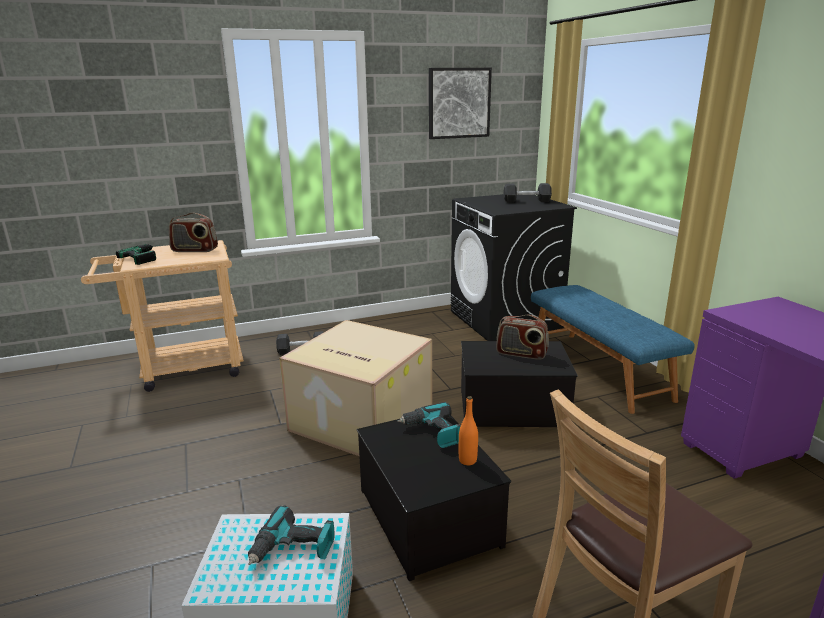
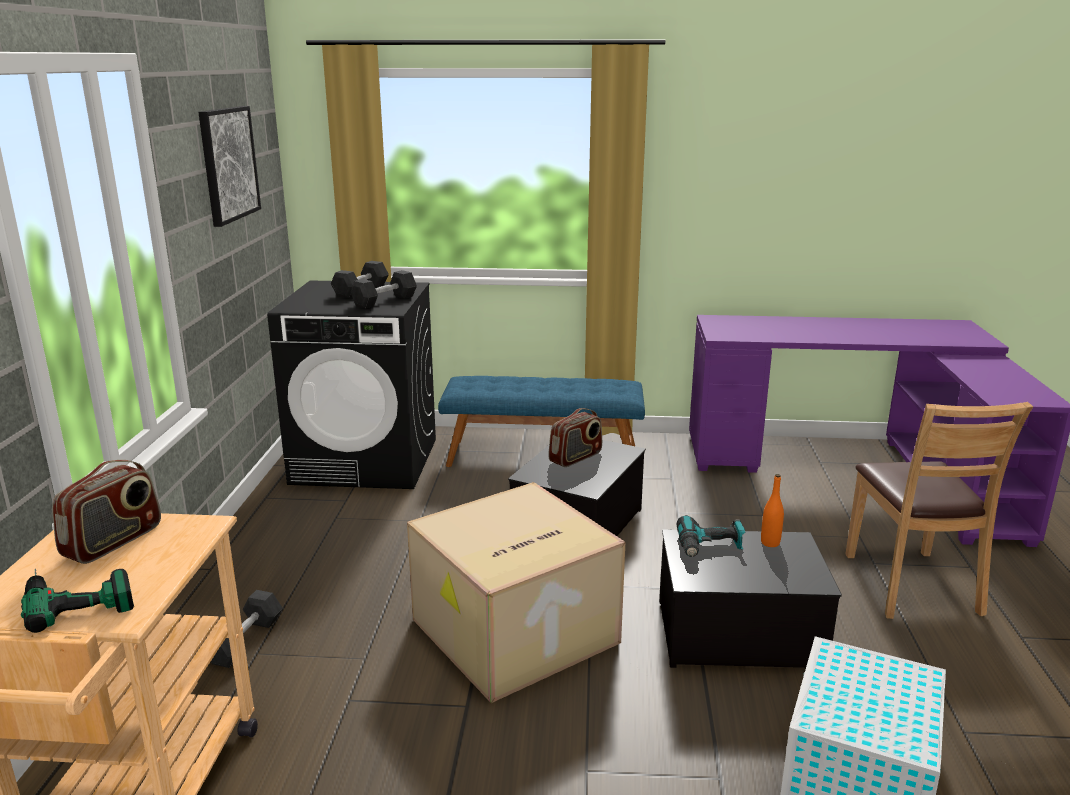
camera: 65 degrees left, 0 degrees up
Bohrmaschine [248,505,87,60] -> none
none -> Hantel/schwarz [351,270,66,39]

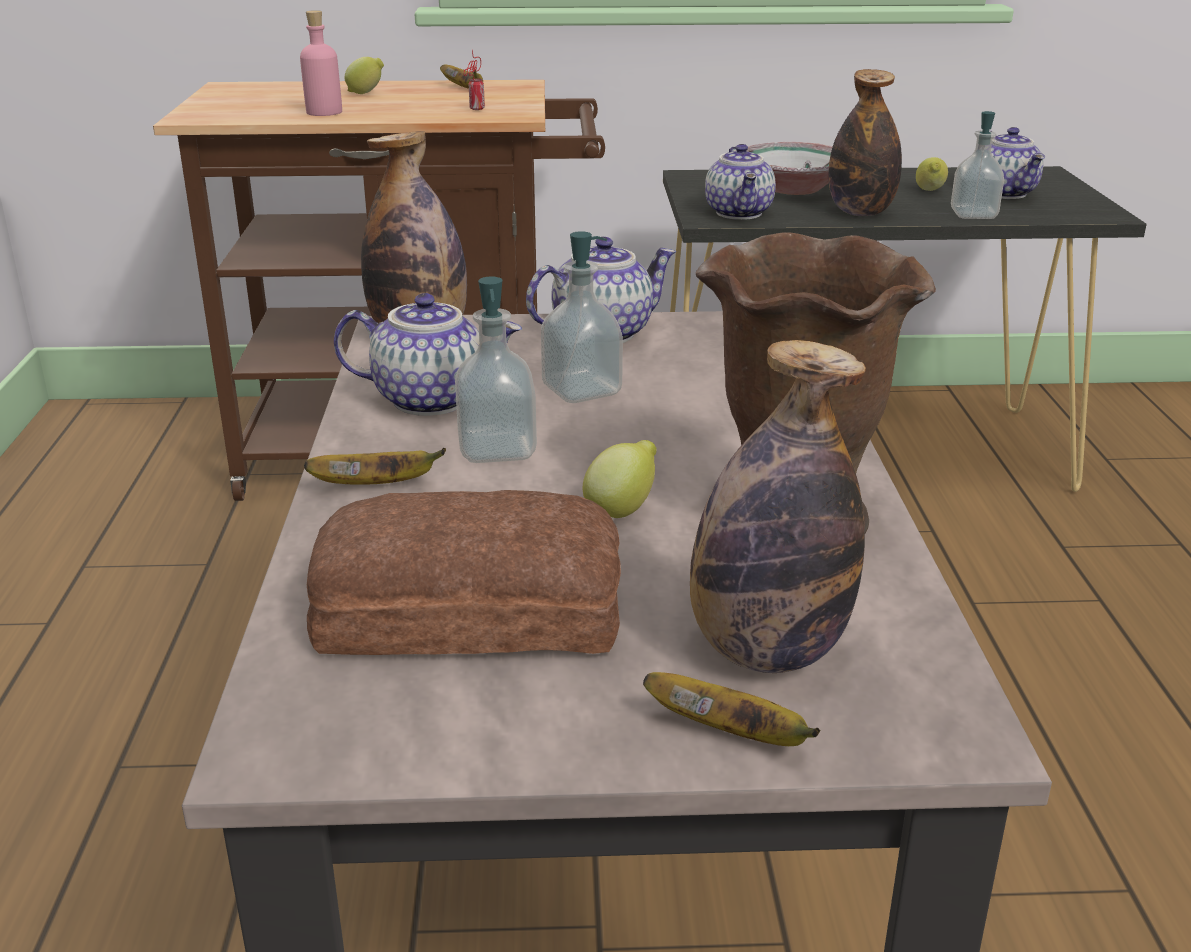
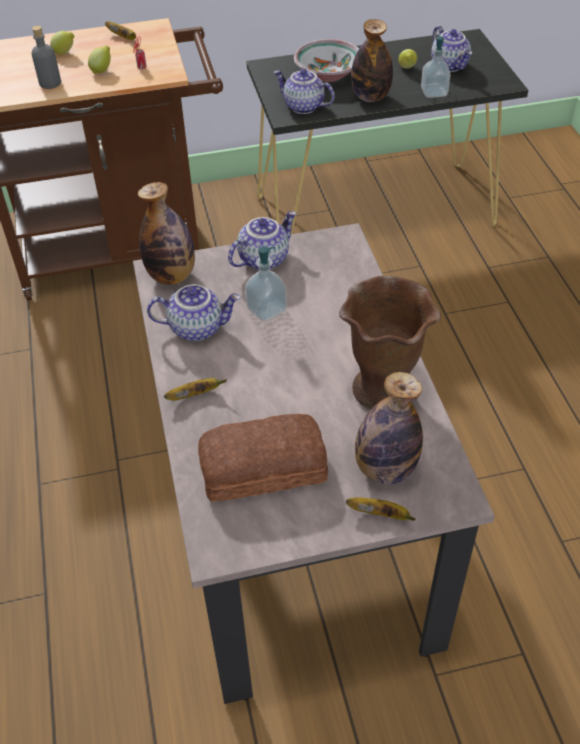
camera: 10 degrees left, 20 degrees up
Flasche/rosa [300,10,42,106] -> Flasche/grau [32,26,29,63]
Teekanne [705,144,71,76] -> Teekanne [274,69,61,45], 135 degrees clockwise
Seifenspender [455,277,82,186] -> none
Zitrone [583,440,74,78] -> Zitrone [88,46,23,28], move

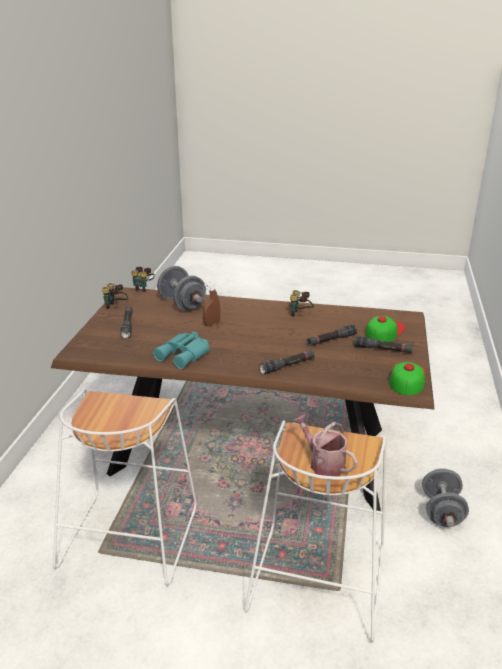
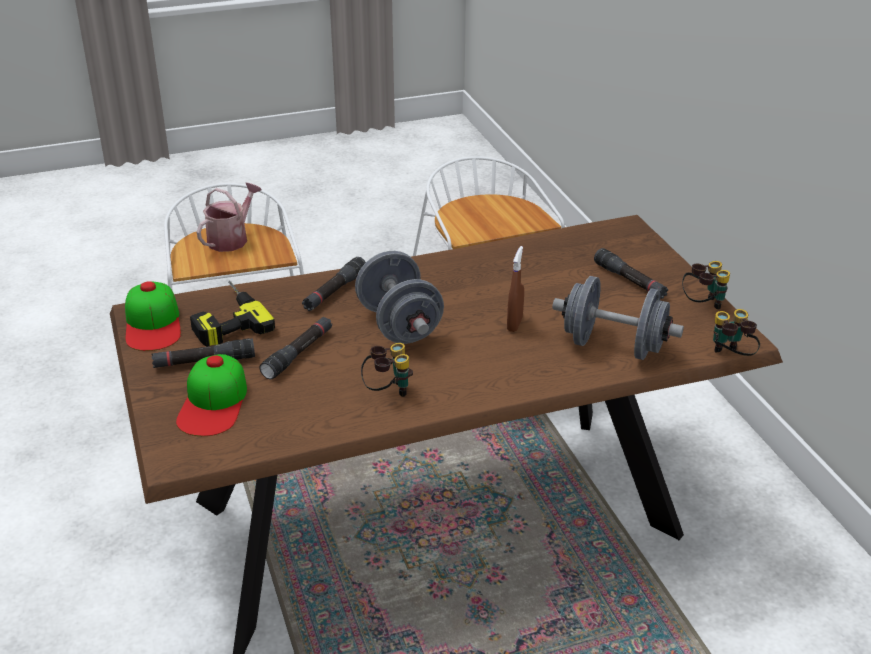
camera: 150 degrees right, 5 degrees up
Fernglas/türkis [153,332,57,37] -> none
Gießkanne [292,414,66,62] -> Gießkanne [197,182,65,70], 75 degrees counterclockwise
Hantel/grau [422,468,47,59] -> Hantel/grau [355,251,89,93], move
none -> Bohrmaschine [190,281,85,66]

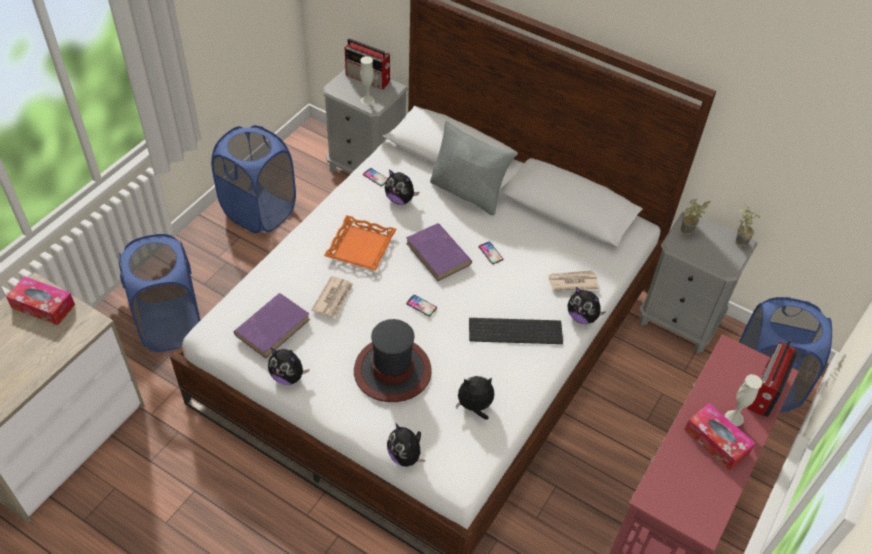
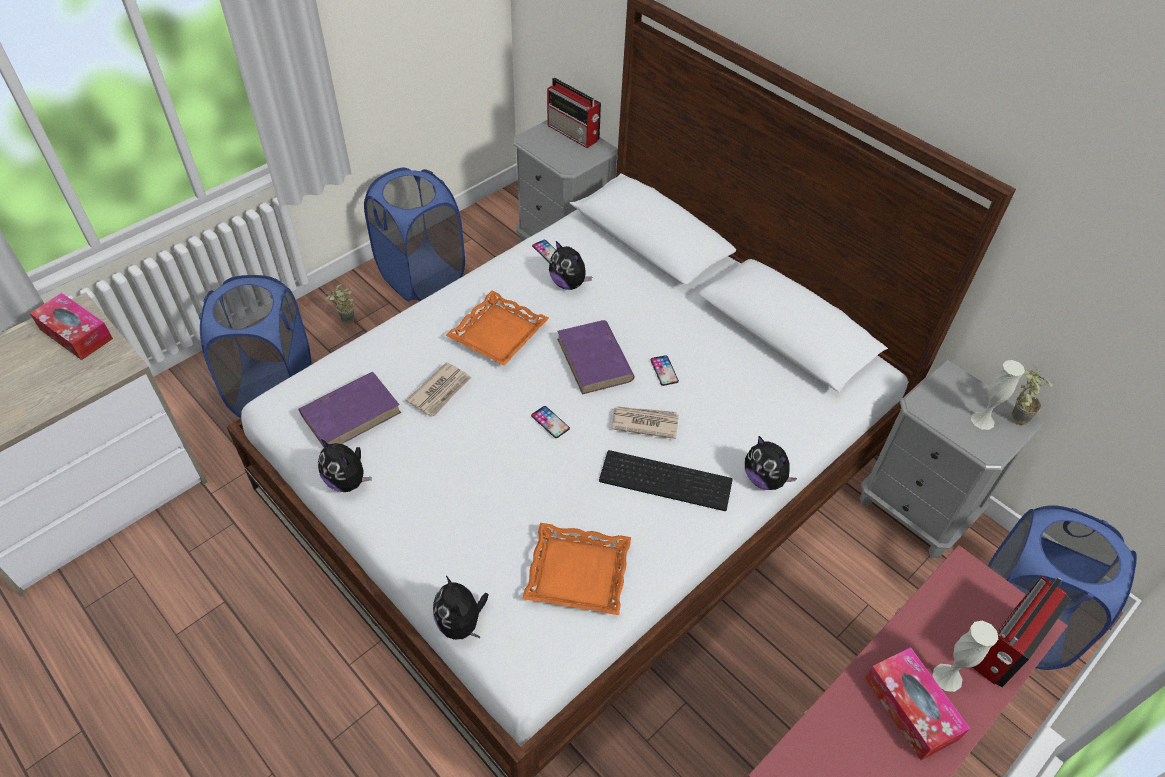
camera: 15 degrees right, 0 degrees up
Vase/weiß [360,56,15,49] -> Vase/weiß [971,360,54,70], move
Kissen/grau [430,121,86,94] -> none
Topfpflanze [681,199,30,36] -> Topfpflanze [324,284,30,40], move
Zeitung [548,270,51,21] -> Zeitung [612,406,67,33], move
Hut [354,319,78,83] -> none
Plüschtier [456,376,38,44] -> Tablett/orange [522,523,109,92]

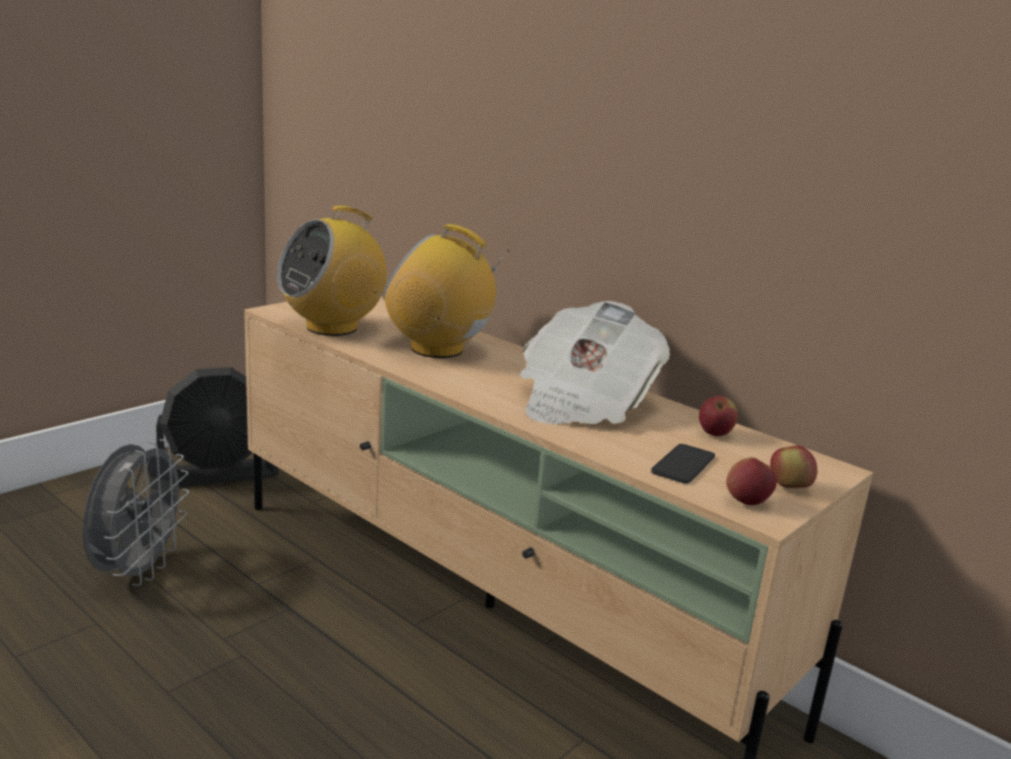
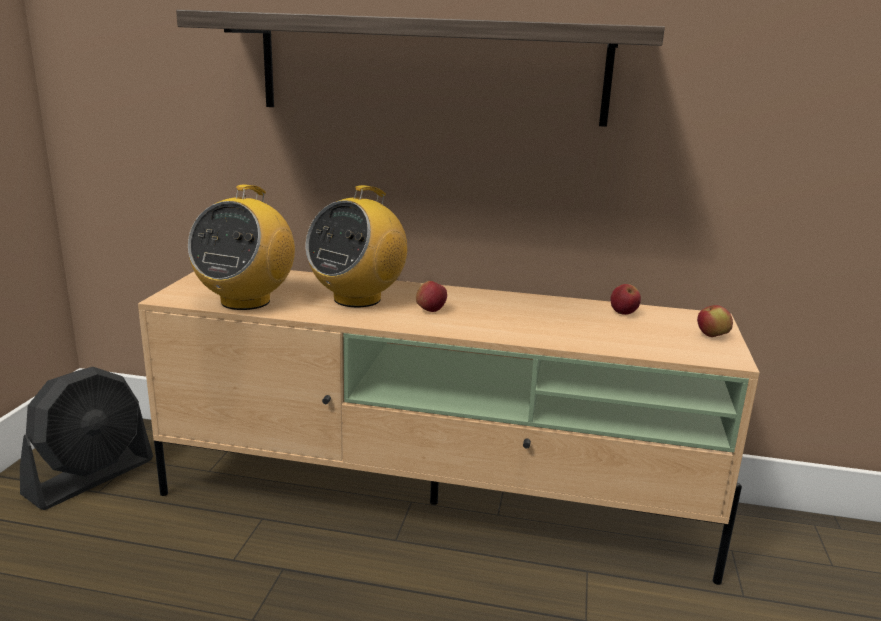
camera: 30 degrees left, 0 degrees up
Radio [383,224,127,134] -> Radio [305,185,102,122], 45 degrees counterclockwise
Zeitung [520,301,150,123] -> none
Ventilator/grau [83,439,107,147] -> none
Handy [651,444,64,40] -> none
Apfel [726,457,51,48] -> Apfel [416,281,31,31], move
none -> Wandregal [176,9,489,118]

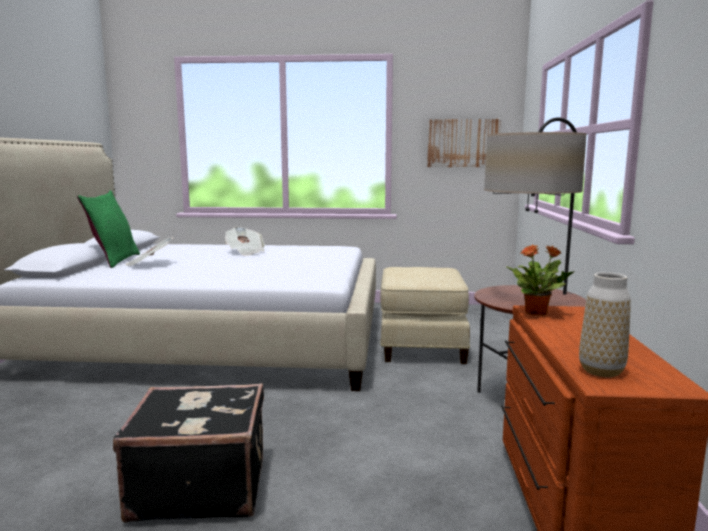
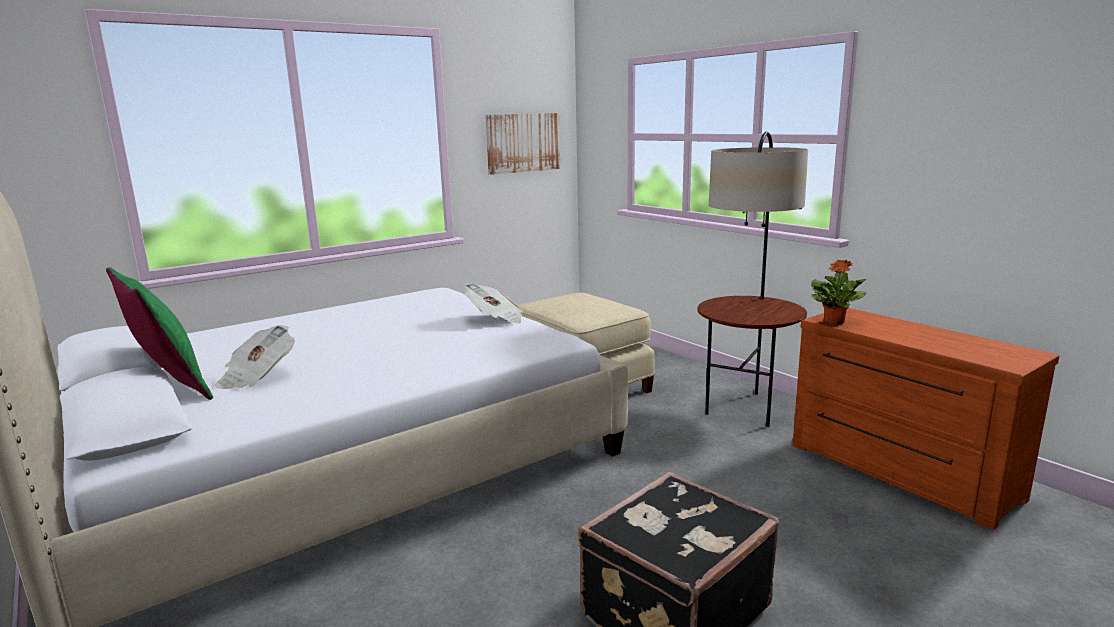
camera: 40 degrees left, 5 degrees up
Zeitung [225,227,40,29] -> Zeitung [465,283,58,41], move
Vase [579,272,52,105] -> none

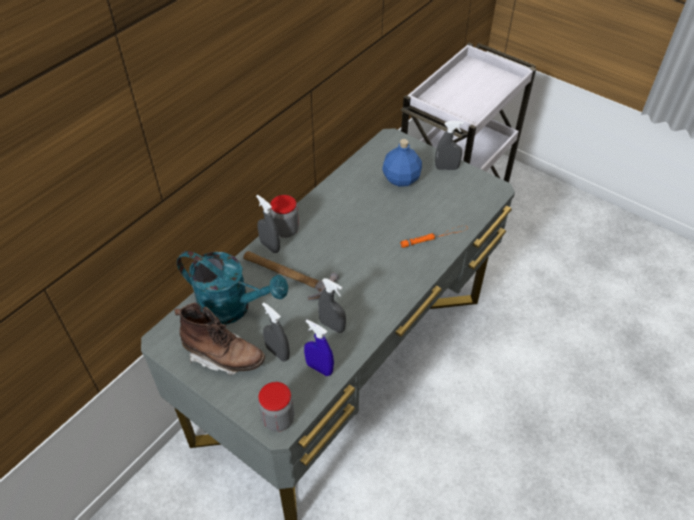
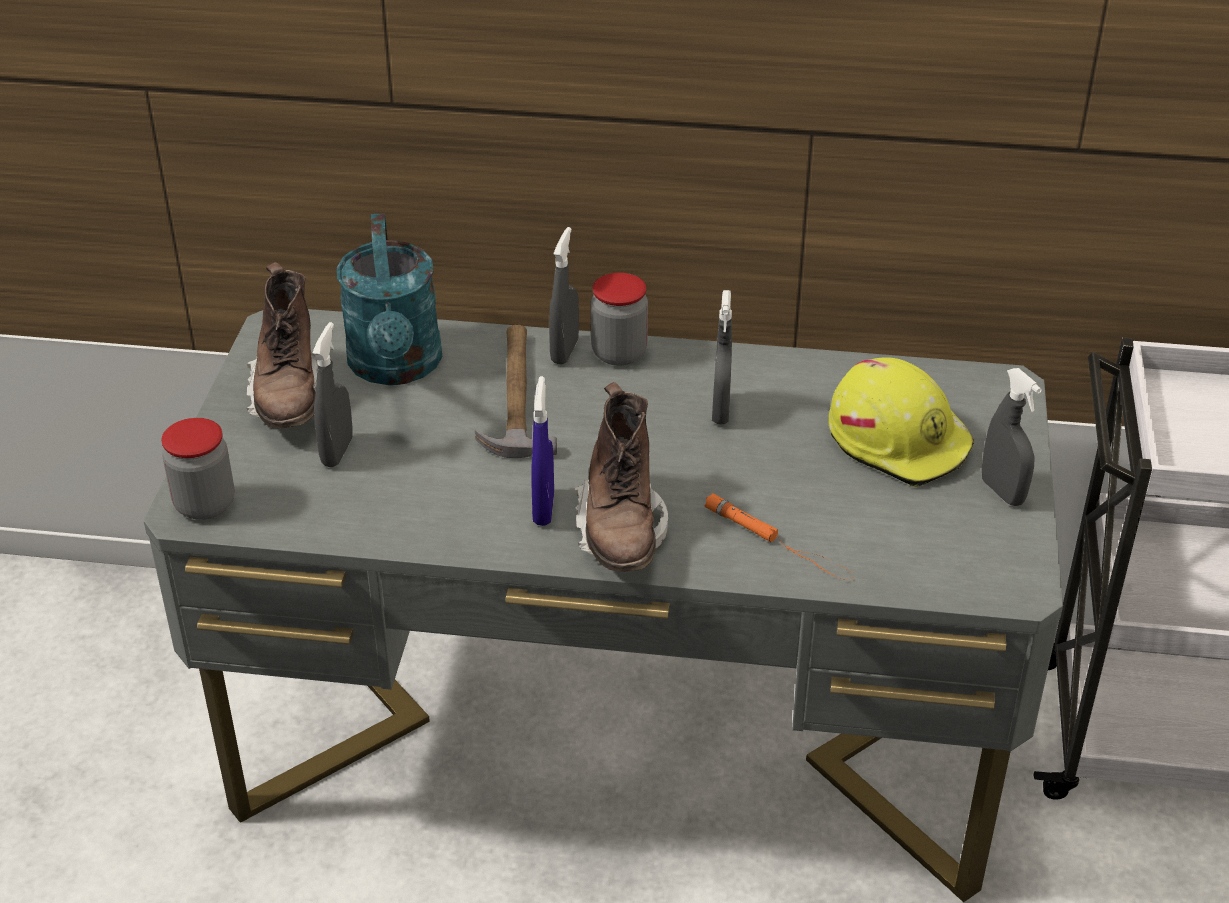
camera: 60 degrees right, 10 degrees down
Flasche/blau [382,139,40,48] -> Schutzhelm/gelb [829,358,145,129]
Sprühflasche/grau [318,278,28,55] -> Sprühflasche/grau [712,290,20,134], move
Sprühflasche/blau [304,319,30,57] -> Sprühflasche/blau [531,376,23,150], move
none -> Stiefel/braun [574,382,94,190]

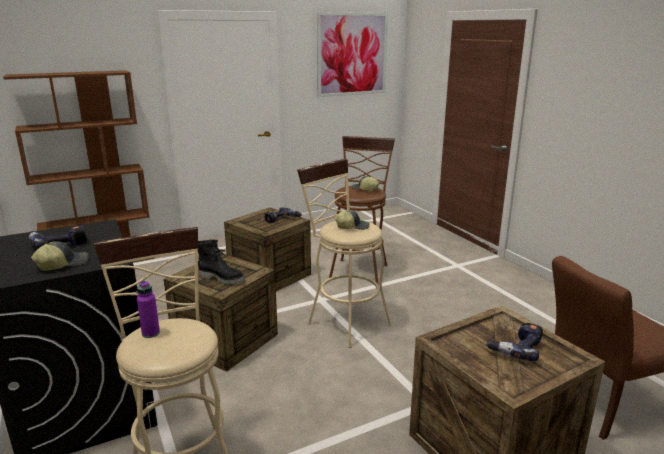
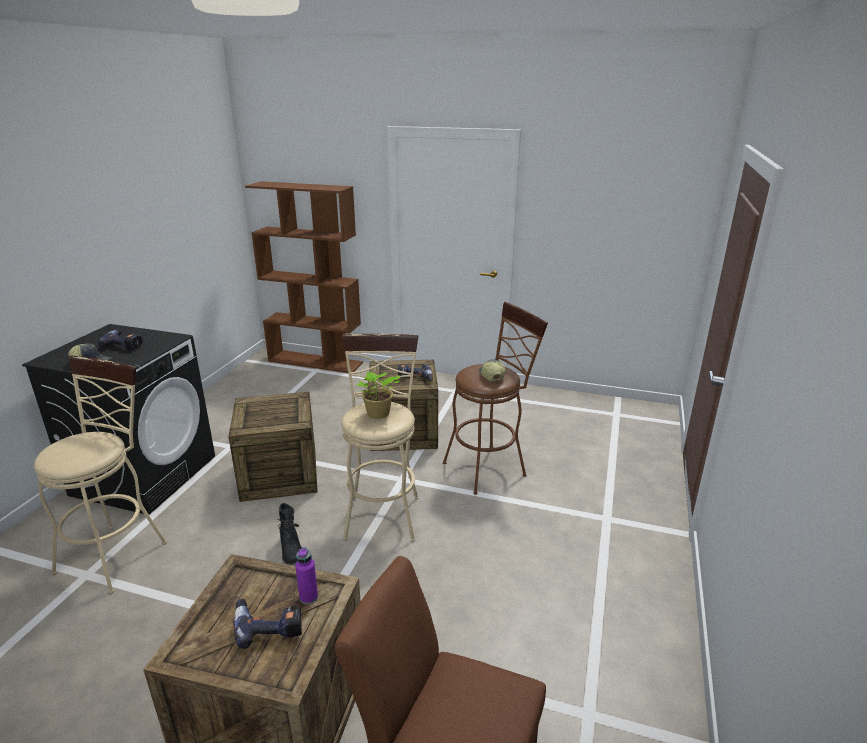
camera: 45 degrees right, 5 degrees up
Bild [317,12,71,85] -> none
Kappe [334,210,35,20] -> Topfpflanze [356,372,44,47]
Stiefel/schwarz [198,239,47,46] -> Stiefel/schwarz [278,503,24,63], move
Flasche/lila [137,281,23,57] -> Flasche/lila [295,547,23,57], move

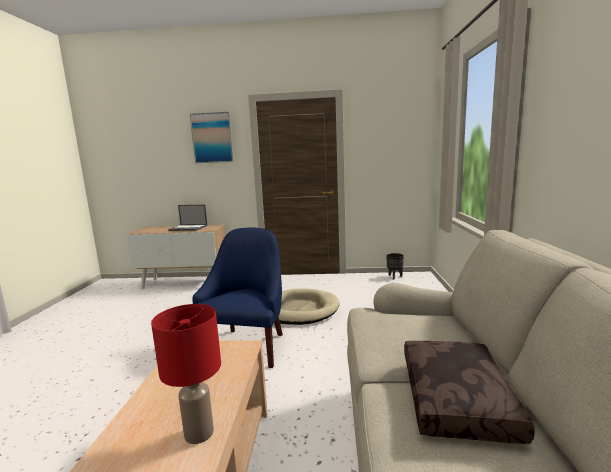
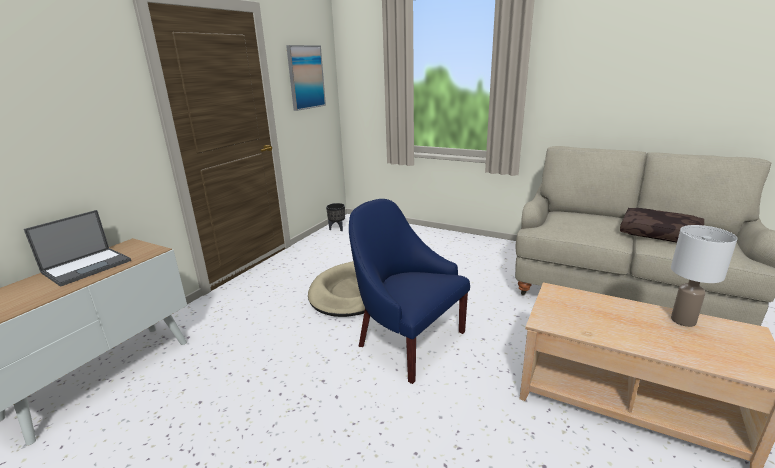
camera: 65 degrees left, 10 degrees up
Bild [190,112,44,52] -> Bild [286,45,40,66], move
Tischlampe/rot [151,304,70,140] -> Tischlampe/weiß [671,225,67,102]

